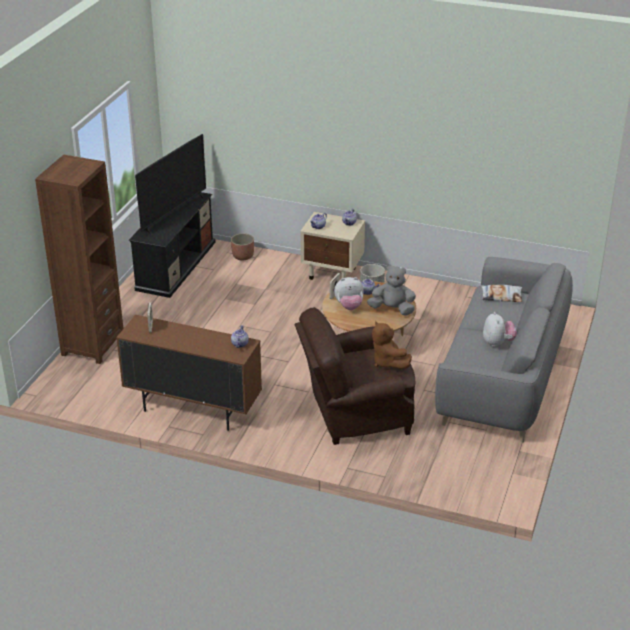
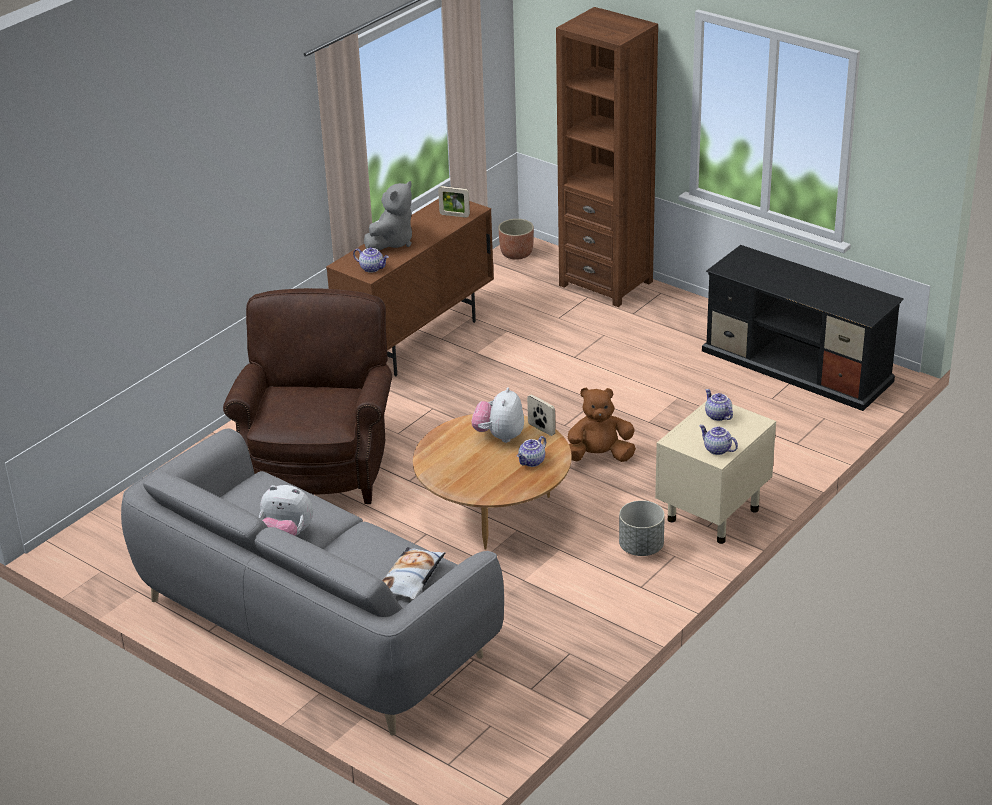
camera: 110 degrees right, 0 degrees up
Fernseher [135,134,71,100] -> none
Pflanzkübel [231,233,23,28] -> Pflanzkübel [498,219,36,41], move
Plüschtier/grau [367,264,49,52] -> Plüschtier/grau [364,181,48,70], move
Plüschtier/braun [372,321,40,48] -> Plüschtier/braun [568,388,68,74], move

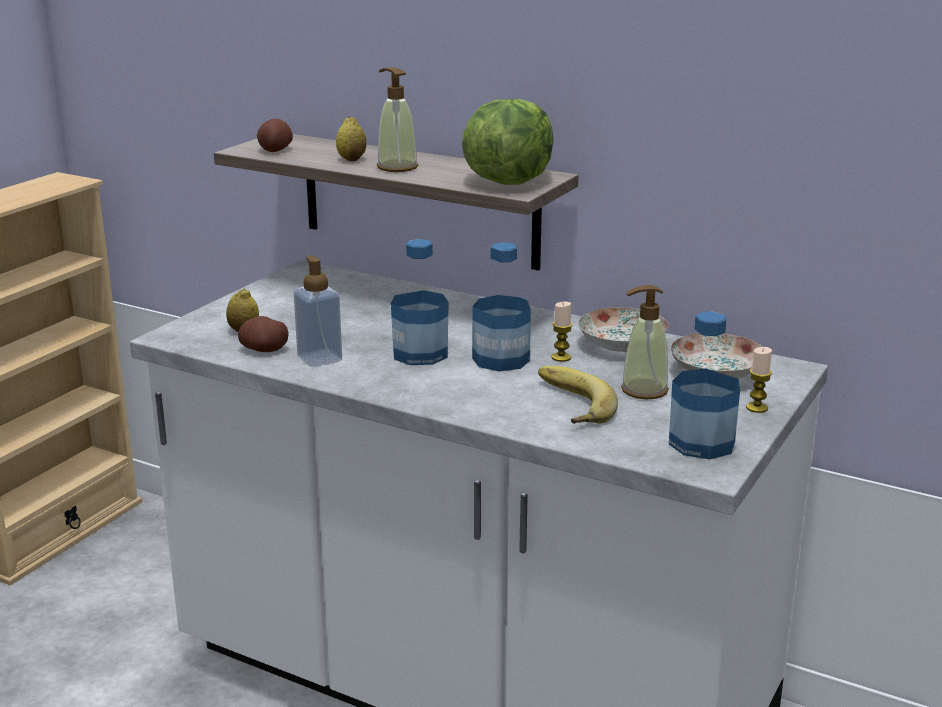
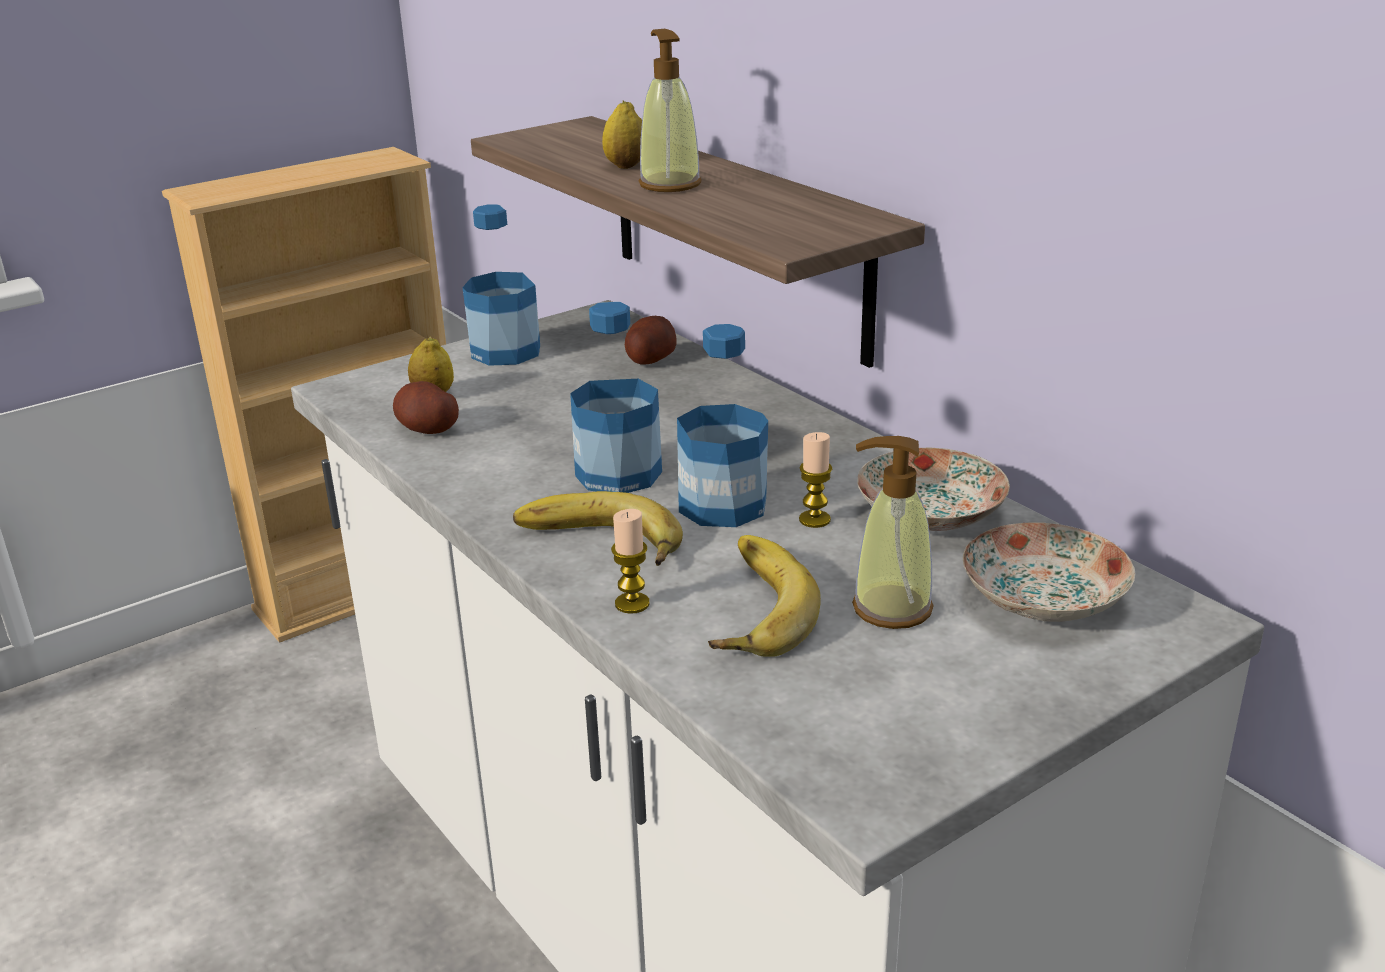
camera: 25 degrees right, 5 degrees up
Salatkopf [462,99,91,86] -> none
Kartoffel [257,118,36,34] -> Kartoffel [625,316,51,49], move
Seifenspender [294,255,48,112] -> none
Flasche [669,311,71,148] -> Flasche [463,204,77,162], move
Kerze [746,347,26,66] -> Kerze [611,509,39,105], move
none -> Banane [513,491,170,75]

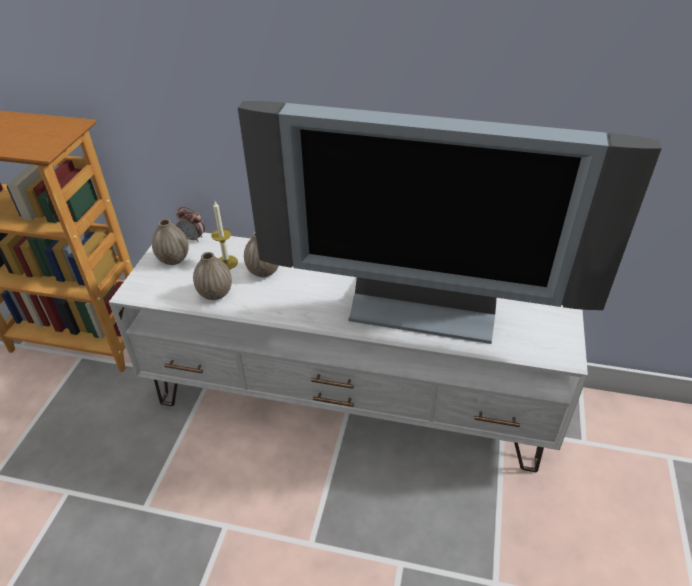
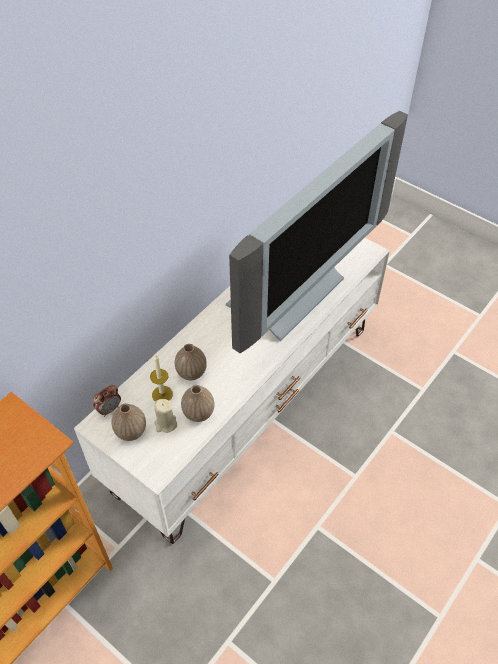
camera: 65 degrees left, 10 degrees up
none -> Kerze/beige [154,399,23,34]

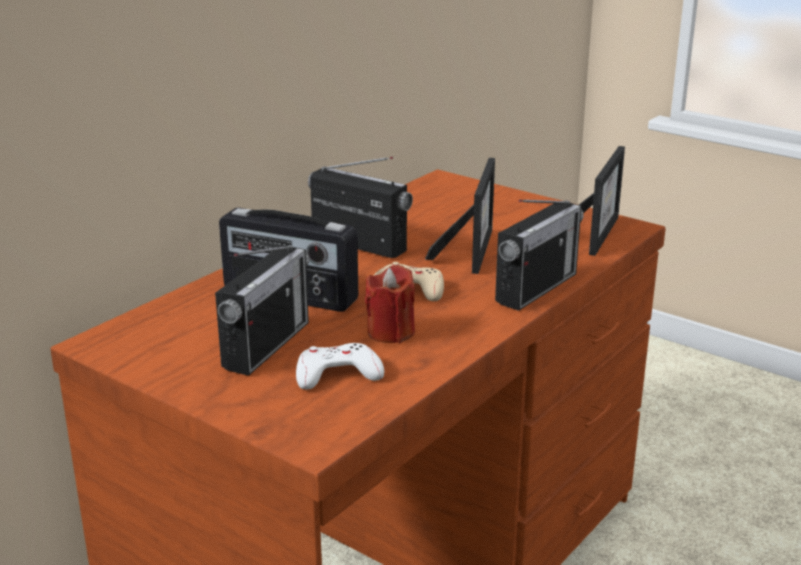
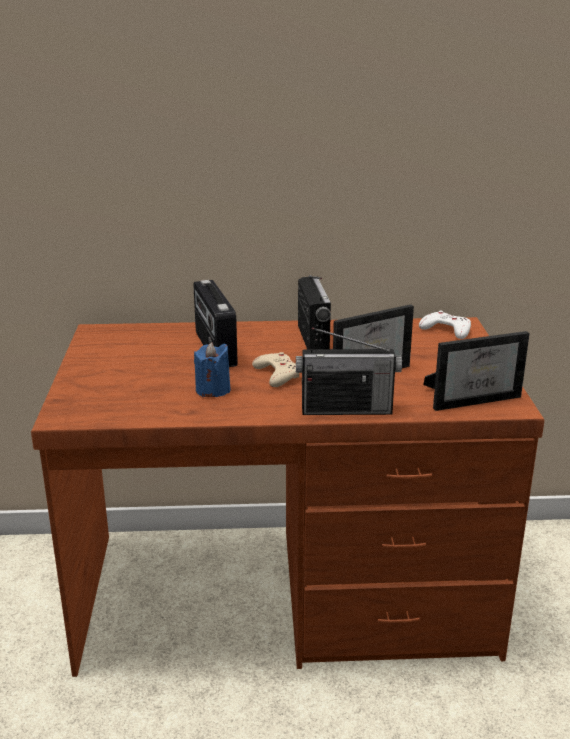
camera: 50 degrees right, 0 degrees up
Radio [215,245,94,131] -> none
Kerze/rot [365,265,50,78] -> Kerze/blau [194,342,37,55]
Gamepad/weiß [296,343,88,47] -> Gamepad/weiß [419,310,52,29], move

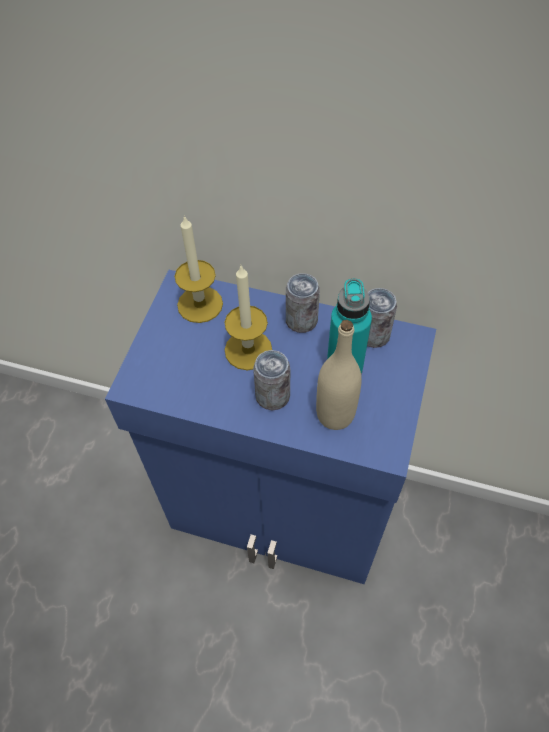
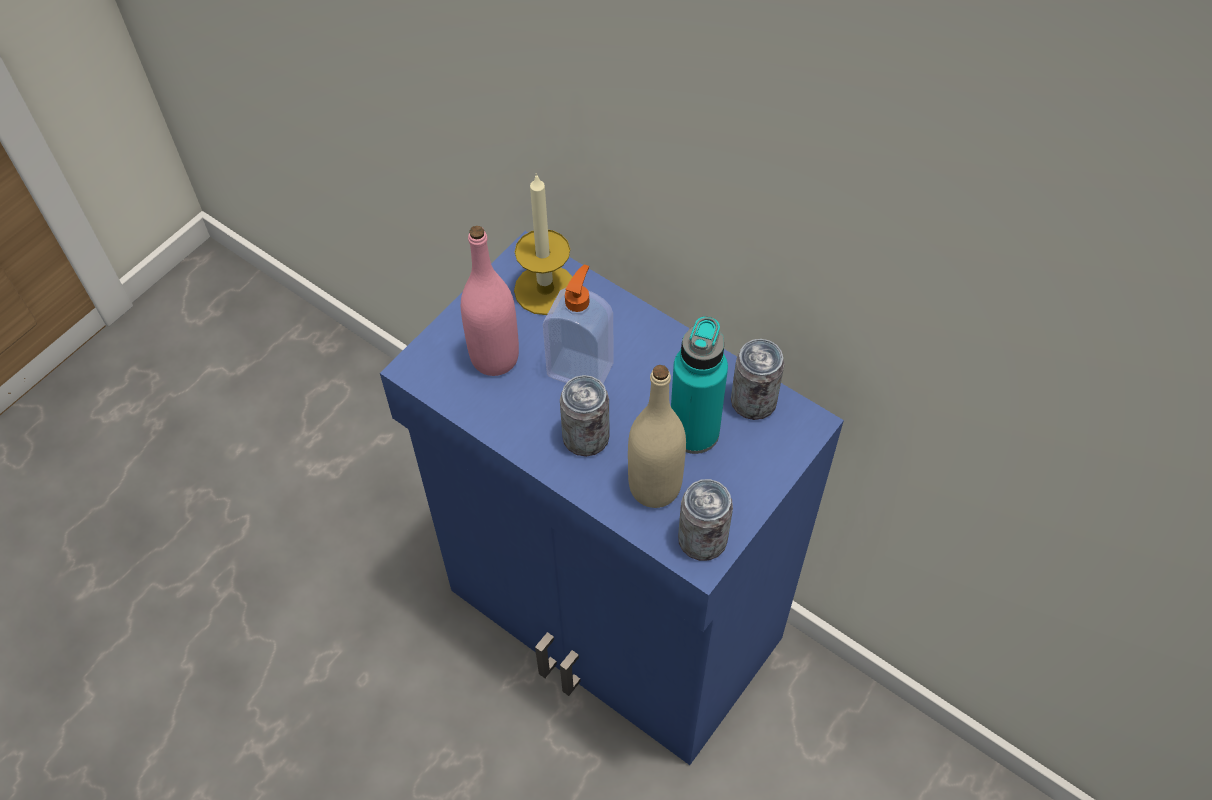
camera: 20 degrees right, 0 degrees up
Kerze [225,266,47,104] -> Seifenspender [543,265,71,118]
Dose [286,273,34,60] -> Dose [678,479,55,82], move
none -> Flasche/rosa [461,226,58,150]

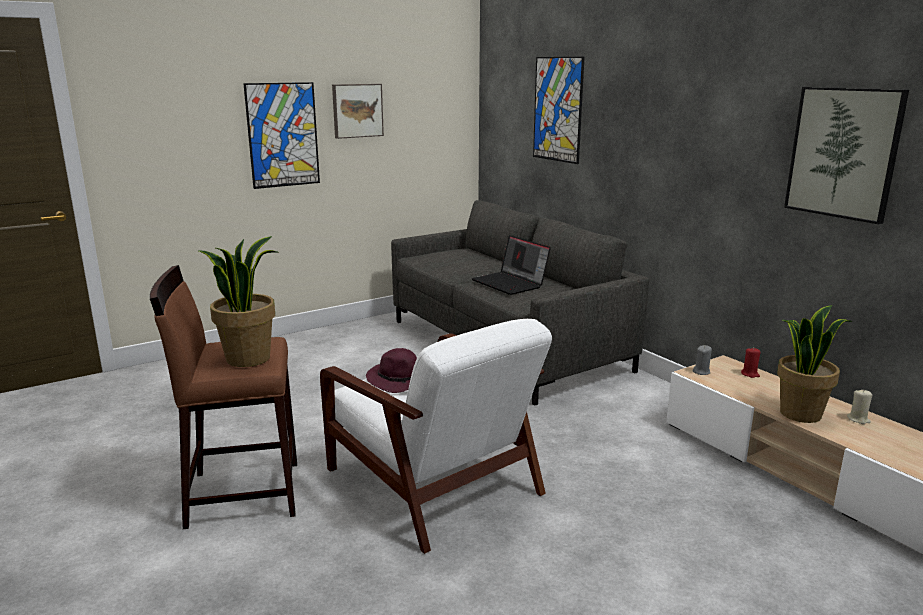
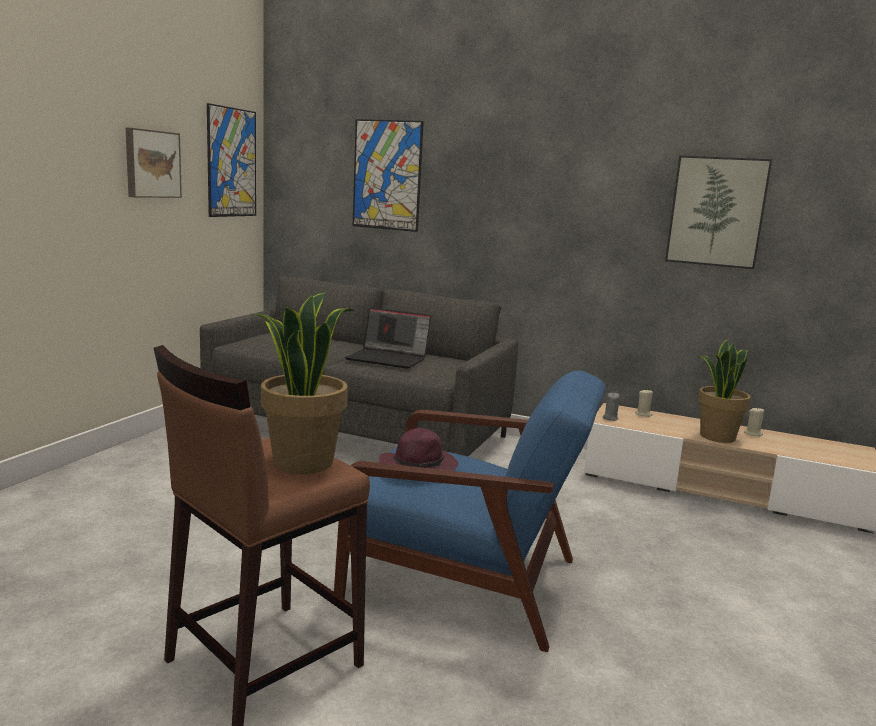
camera: 35 degrees left, 5 degrees down
Bild [243,82,77,107] -> Bild [207,103,49,114], move
Sessel/weiß [320,319,232,235] -> Sessel/blau [334,370,272,282]
Kerze/rot [741,348,20,30] -> Kerze/beige [635,389,18,28]

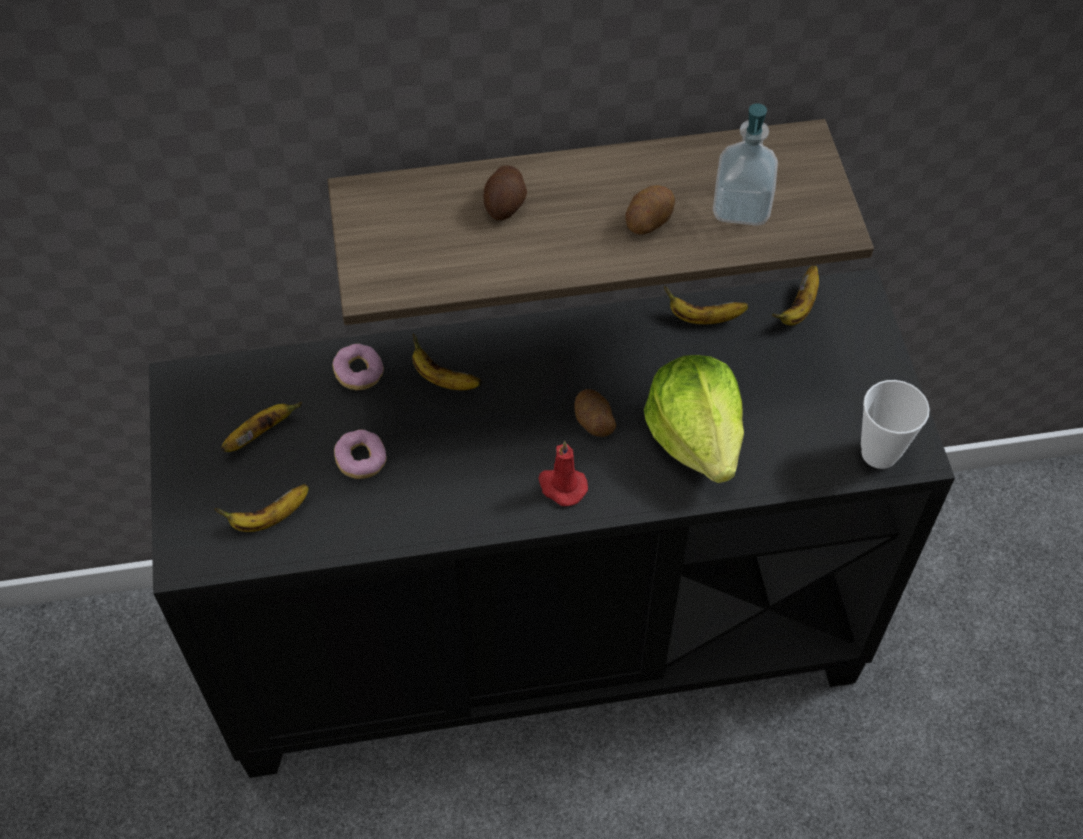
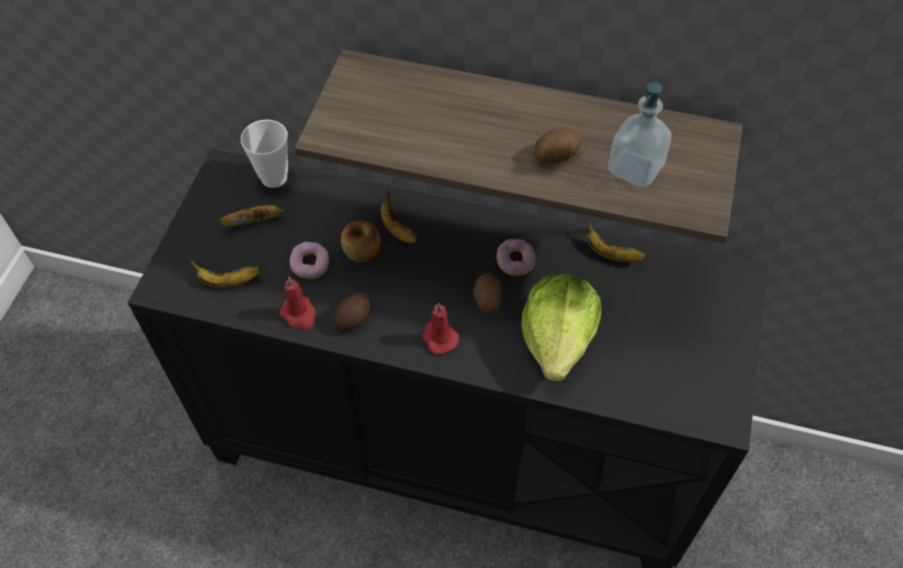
camera: 25 degrees right, 0 degrees up
Kartoffel [484,165,43,55] -> Kartoffel [334,293,36,38], move
Banane [772,265,47,61] -> none
Donut [332,344,52,46] -> Donut [497,239,38,37], move
Tasse [861,380,69,89] -> Tasse [241,120,47,68], move
none -> Apfel [341,221,39,41]
none -> Kerze/rot [279,277,37,53]

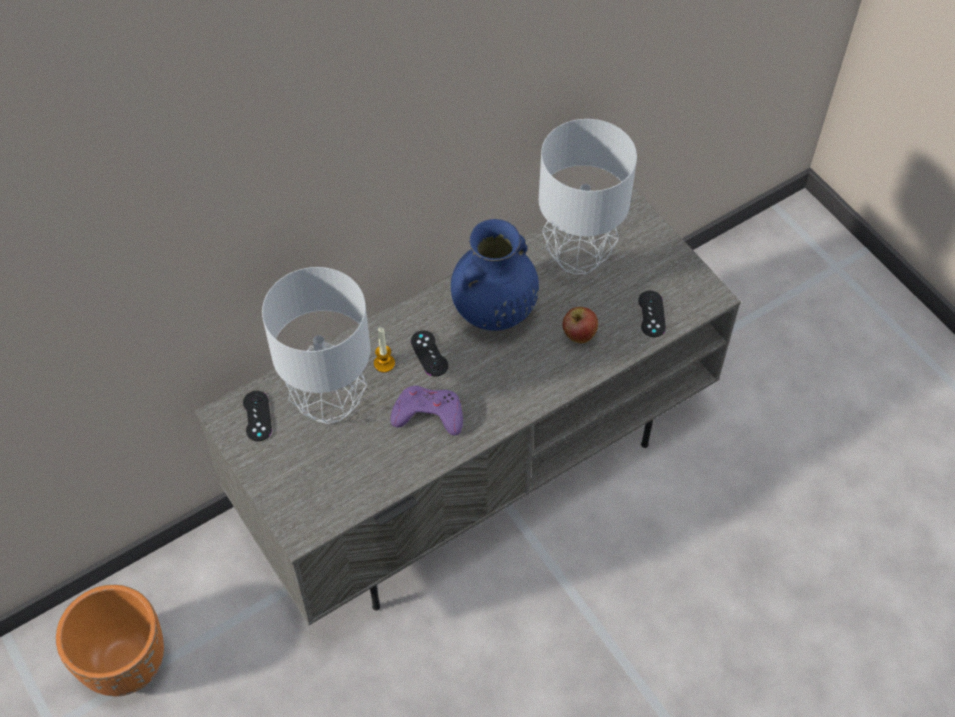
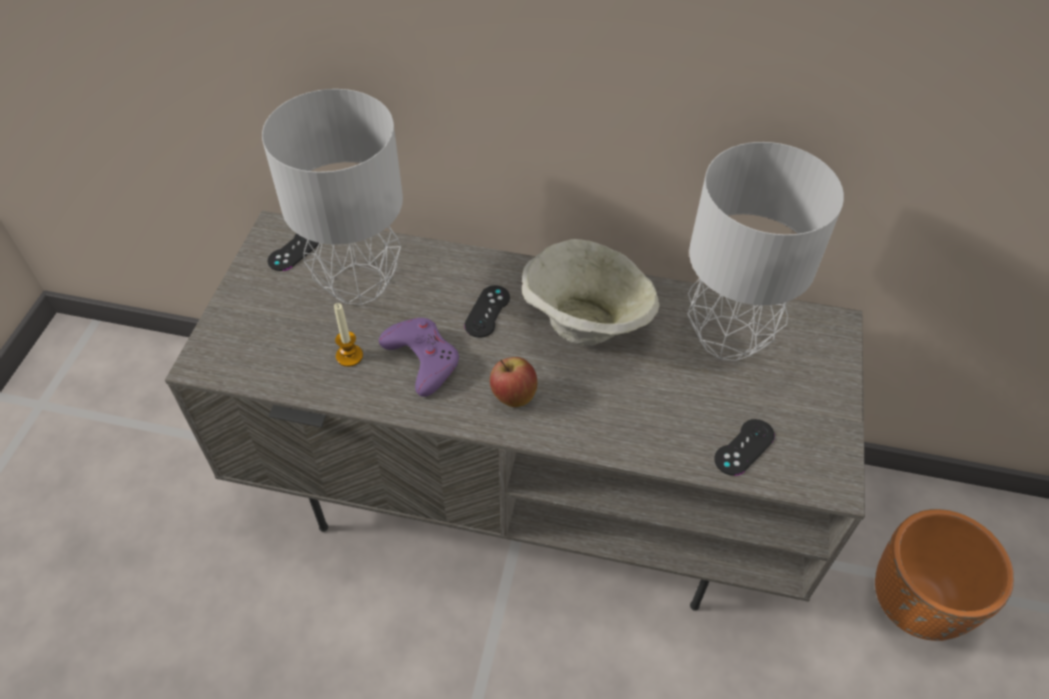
camera: 45 degrees right, 5 degrees down
Vase/blau [451,219,88,112] -> Schüssel/beige [522,239,138,107]
Apfel [563,307,35,36] -> Apfel [490,357,48,50], move
Kerze [374,327,21,46] -> Kerze [334,303,29,64], move
Pflanzkübel/orange [56,585,108,112] -> Pflanzkübel/orange [875,509,139,132], move

